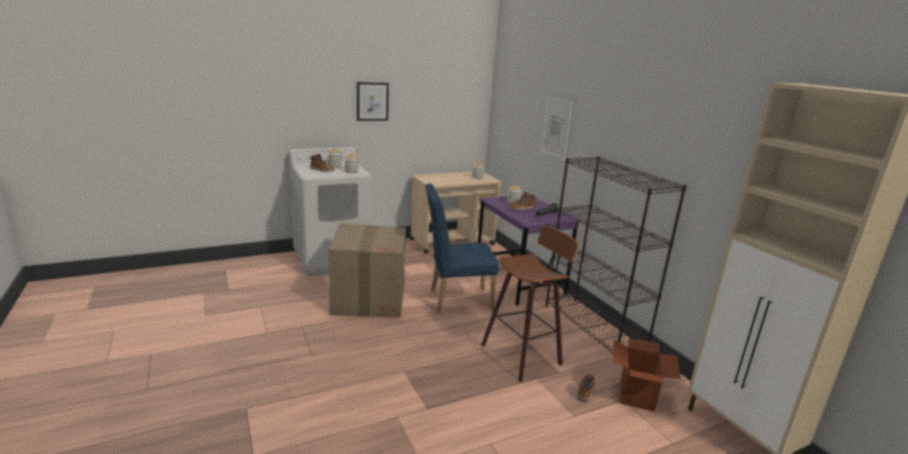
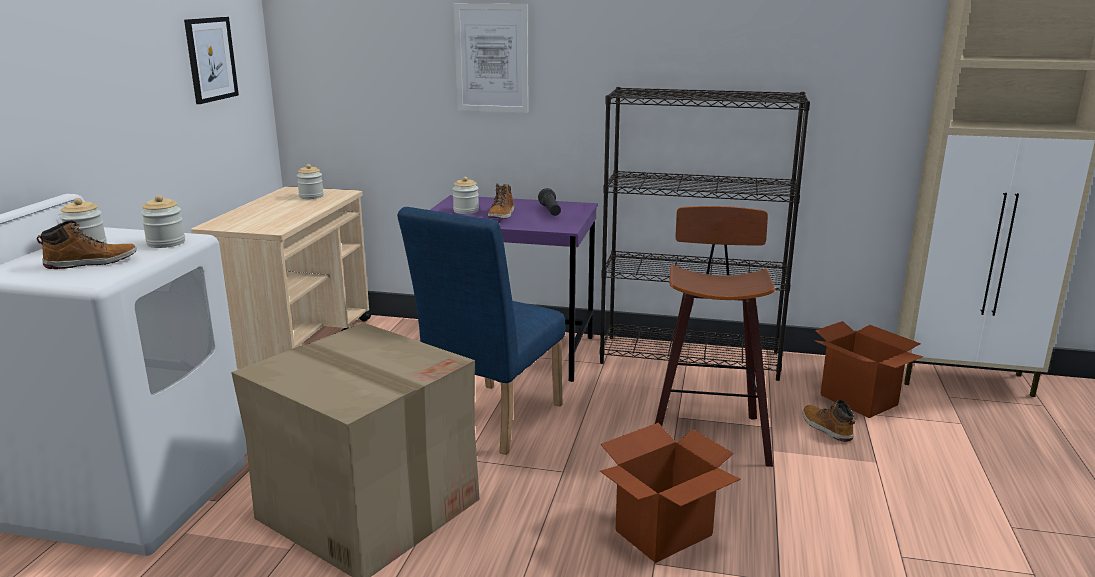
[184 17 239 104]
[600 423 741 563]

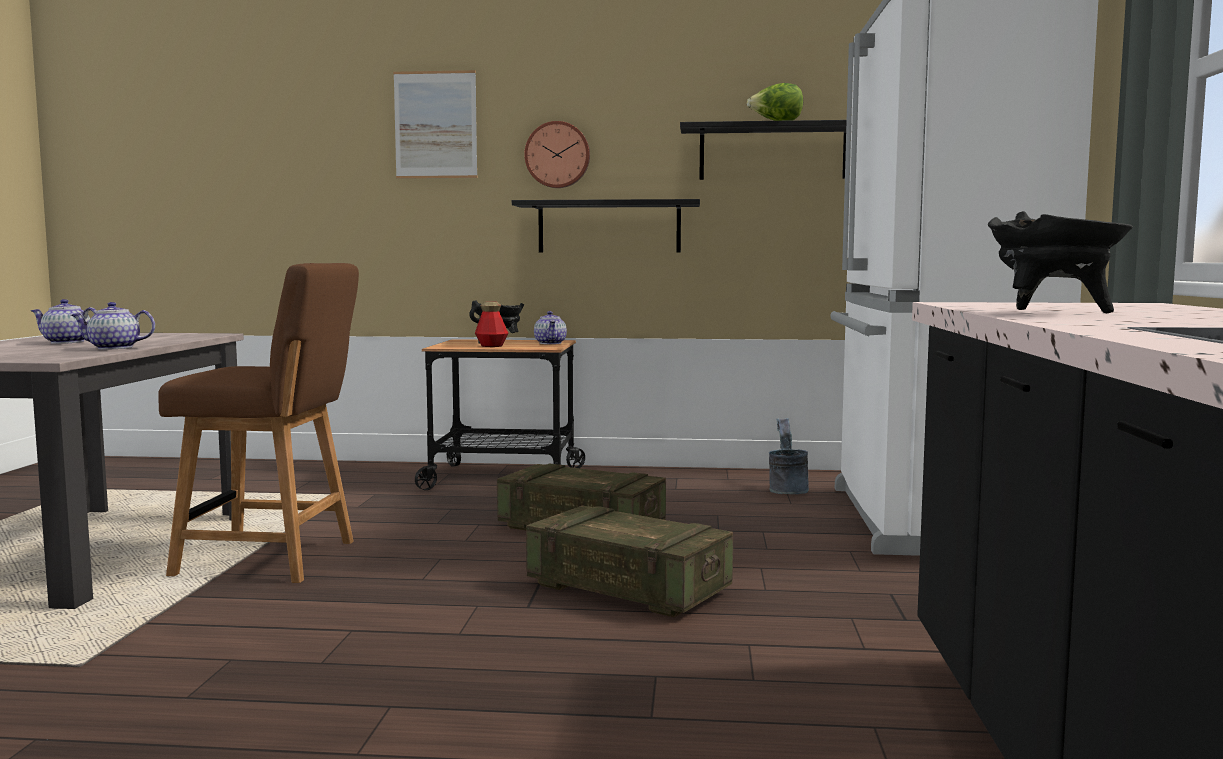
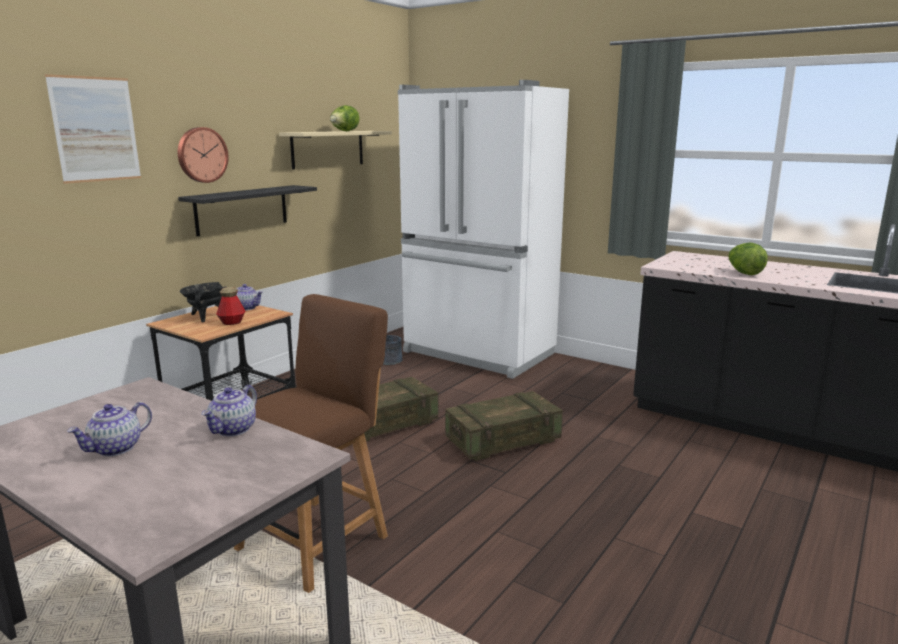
[279 131 392 170]
[728 243 768 275]

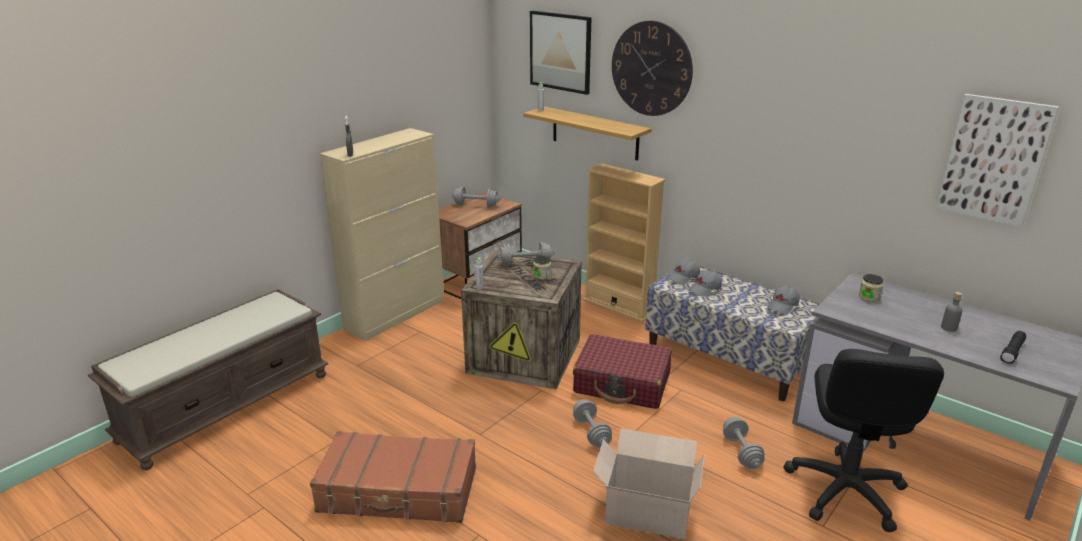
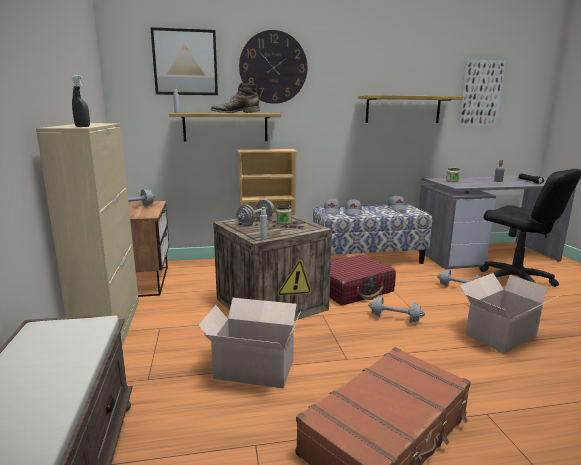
[198 298 301 388]
[210 83 260 113]
[358 95 464 123]

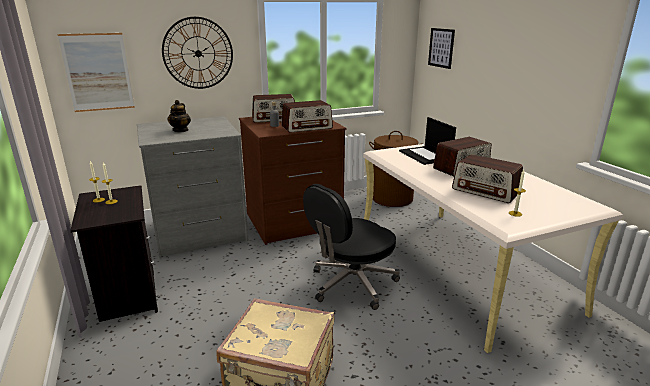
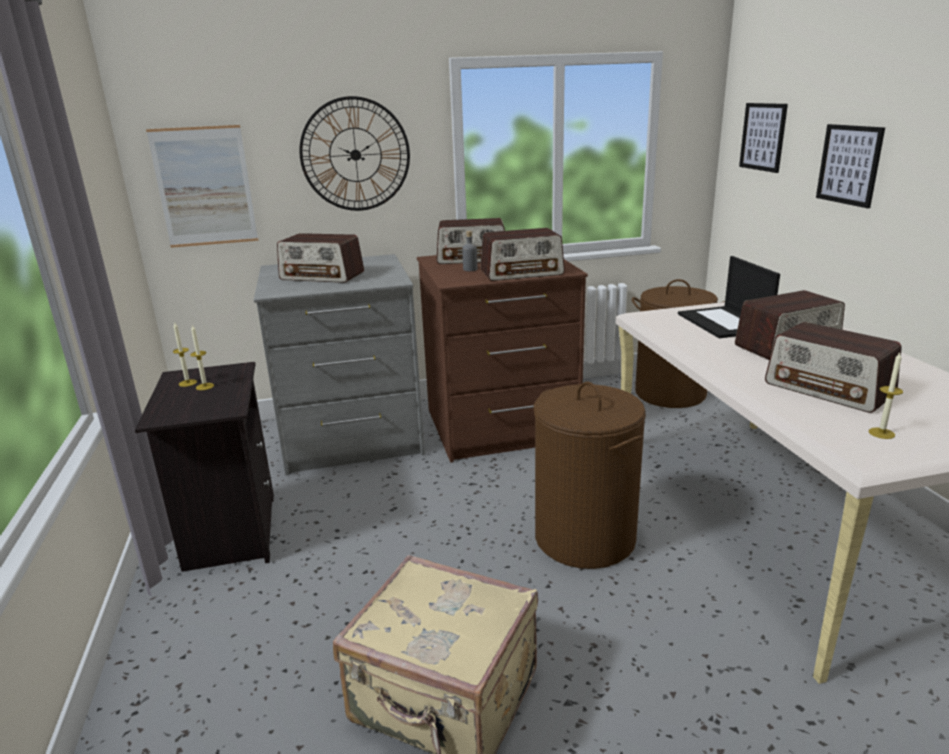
[277 233 364 283]
[534 382 646 569]
[816 124 885 208]

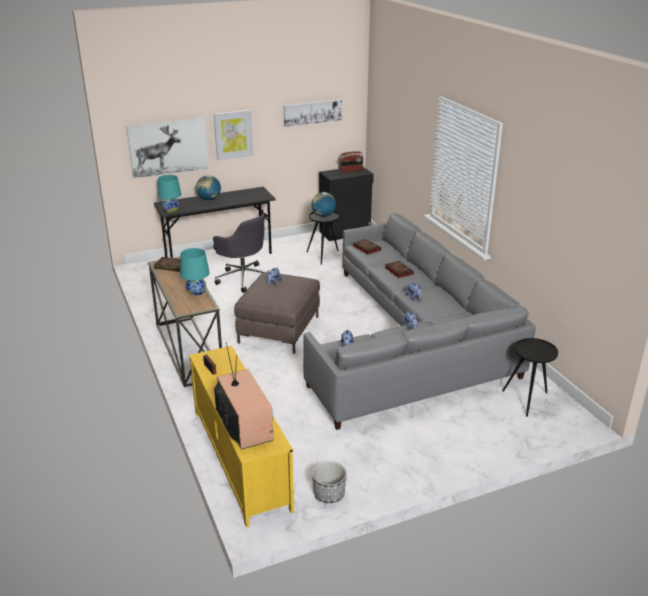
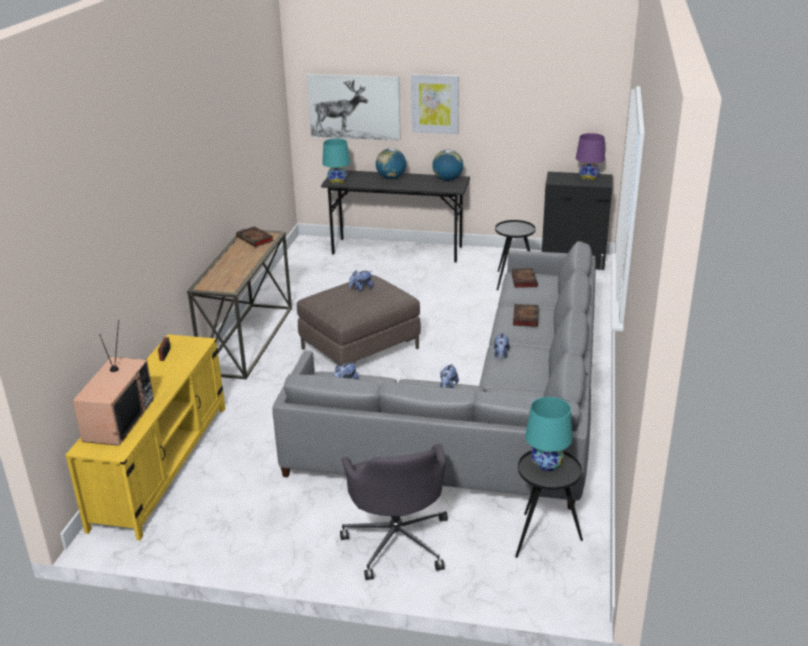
[340 444 448 580]
[432 150 463 181]
[525 397 572 471]
[576 133 605 181]
[284 99 342 127] (first image)
[312 461 347 503] (first image)

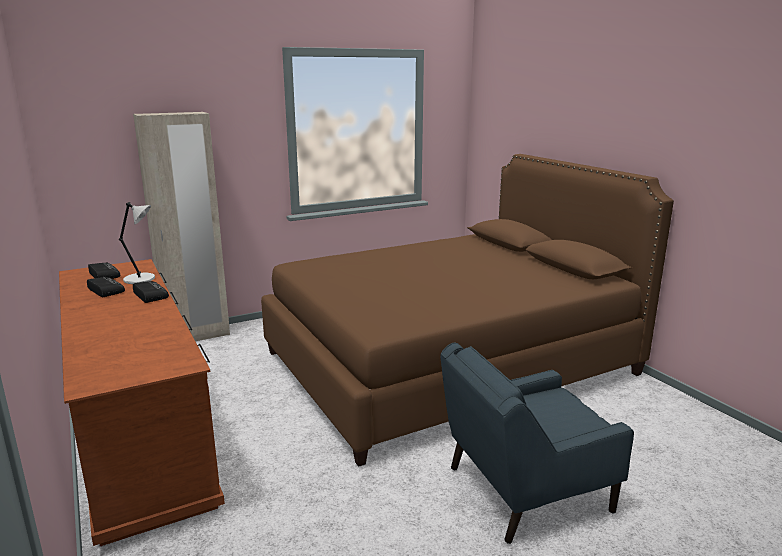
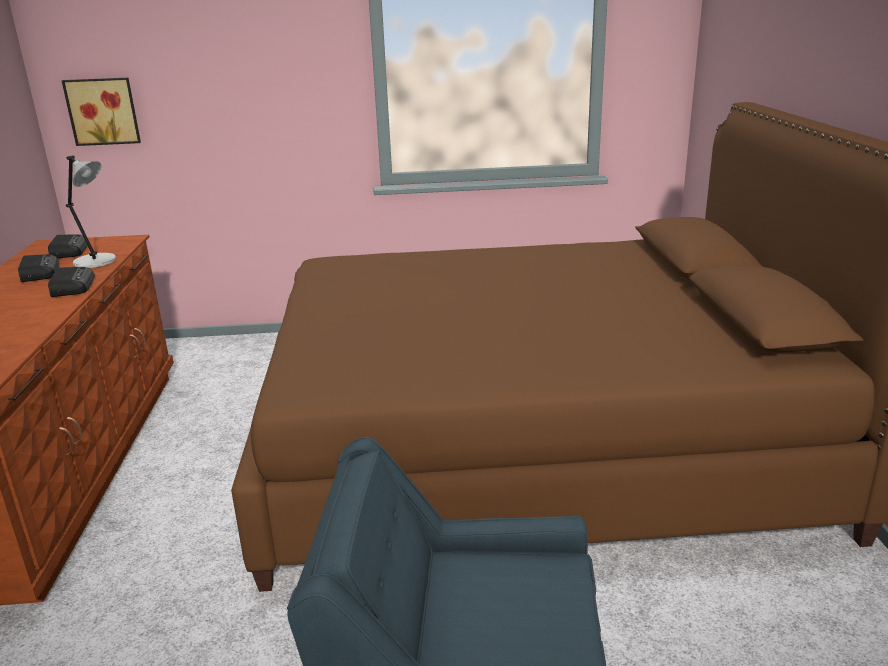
[62 78 141 146]
[133 112 230 341] (first image)

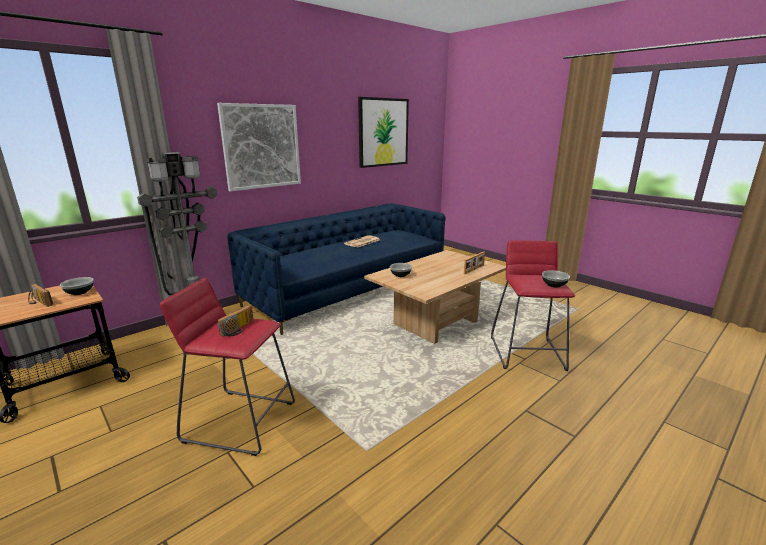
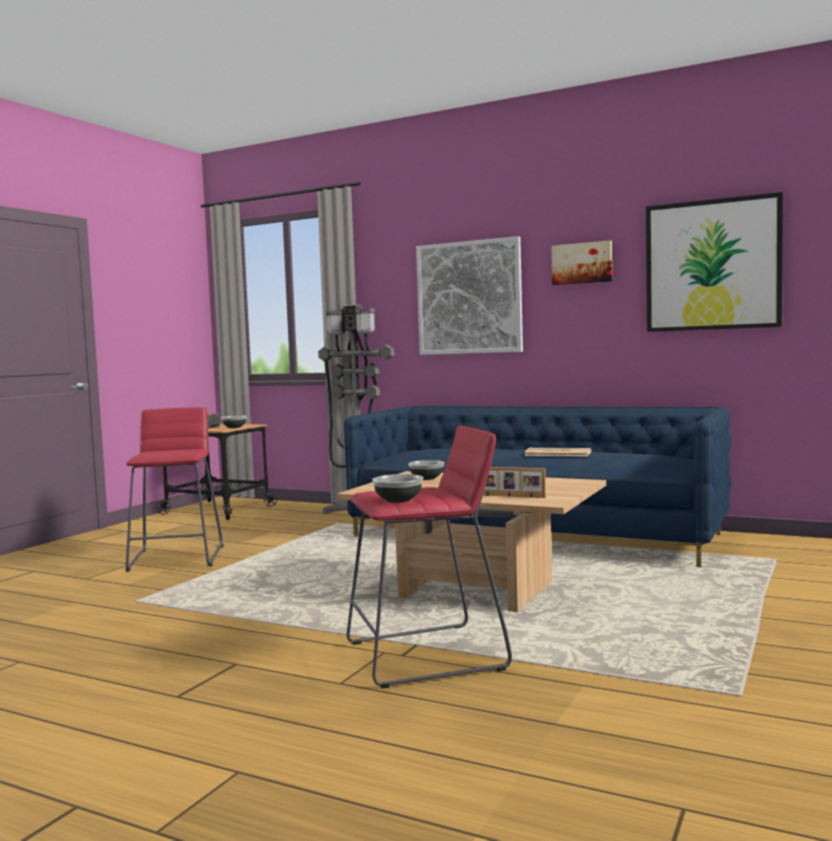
[551 240 612 285]
[218 305 254 337] (first image)

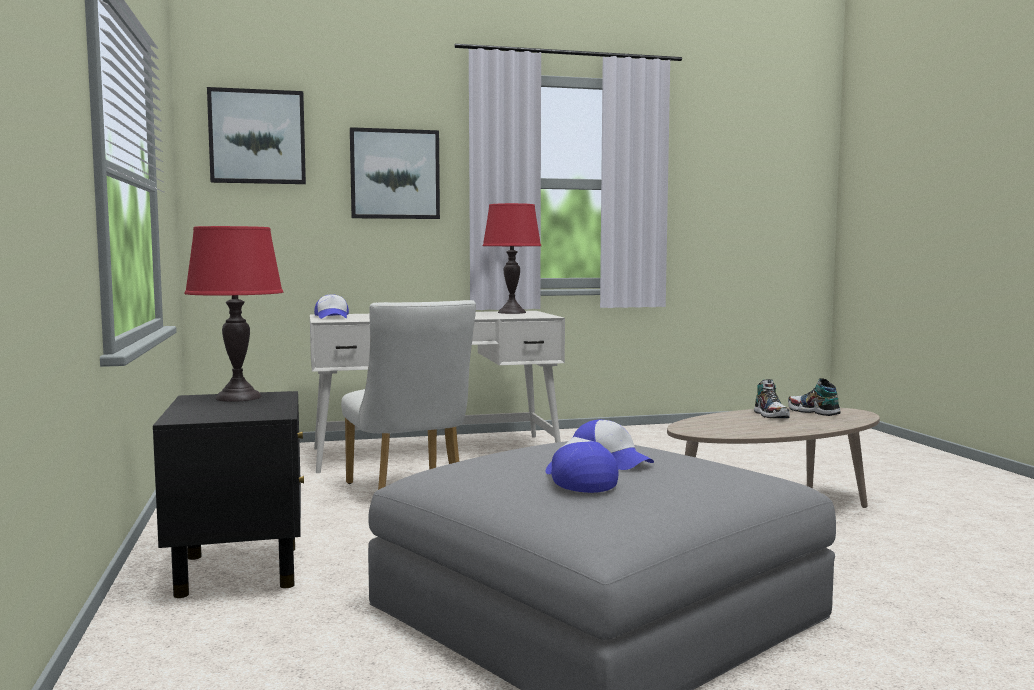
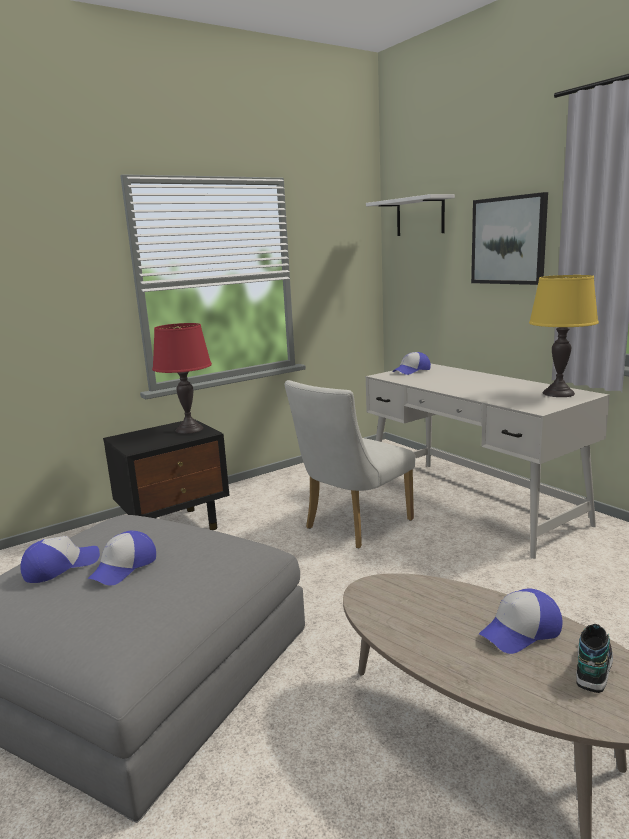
[366 194 455 236]
[479 588 563 654]
[529 275 599 397]

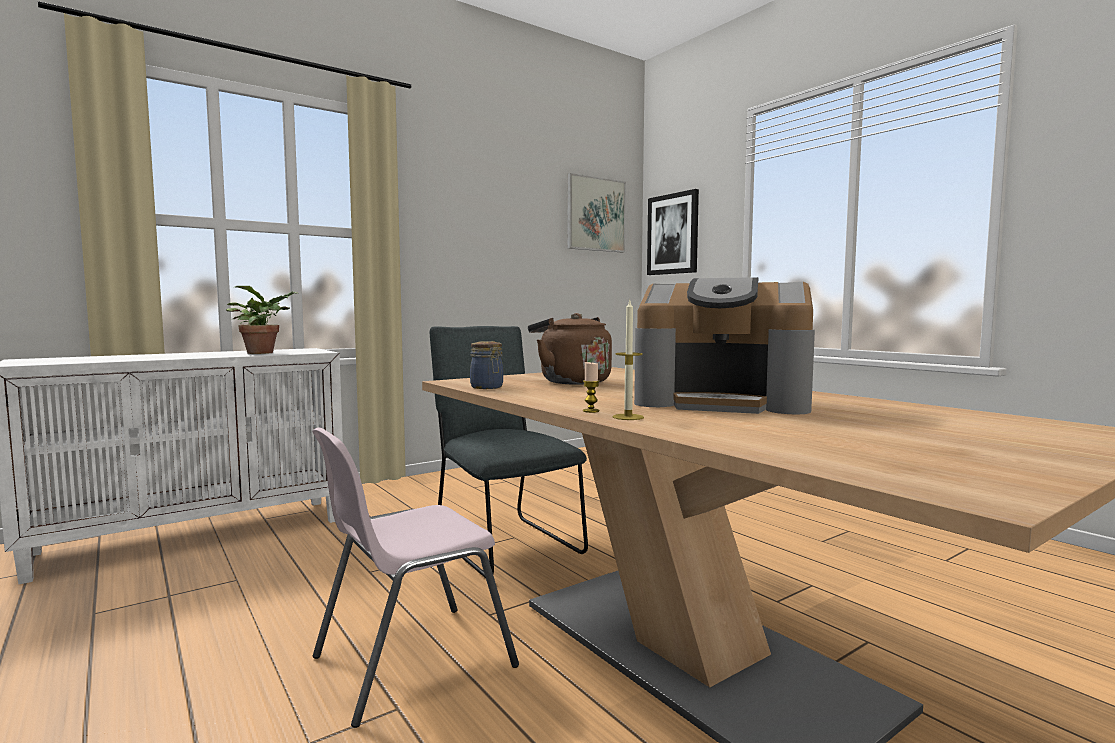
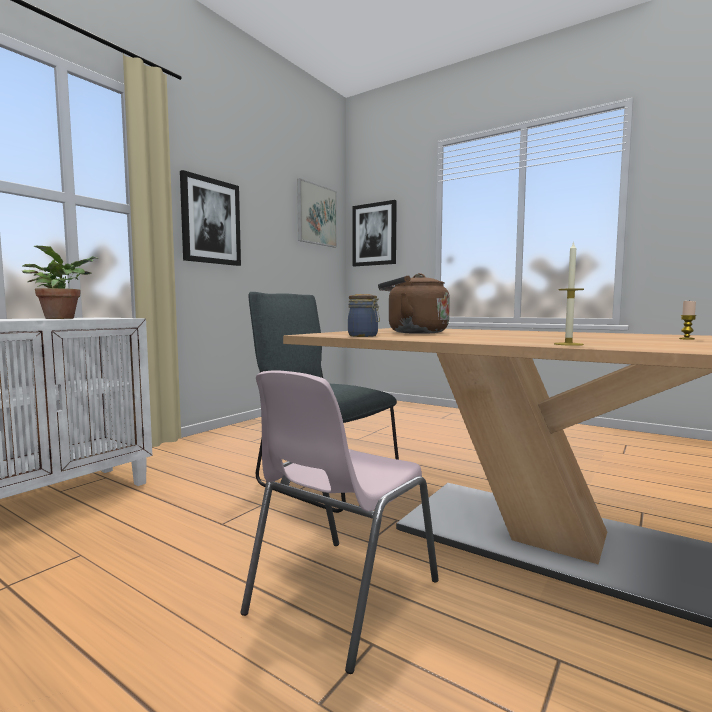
[180 170 241 266]
[679 301 697 340]
[634 277 815 414] (first image)

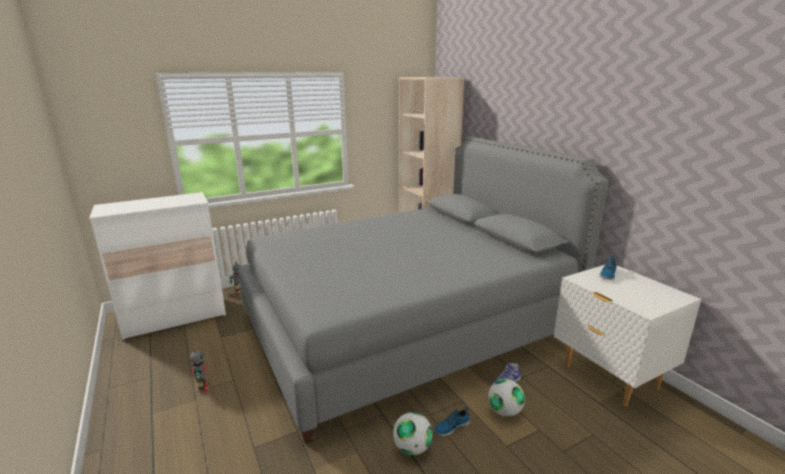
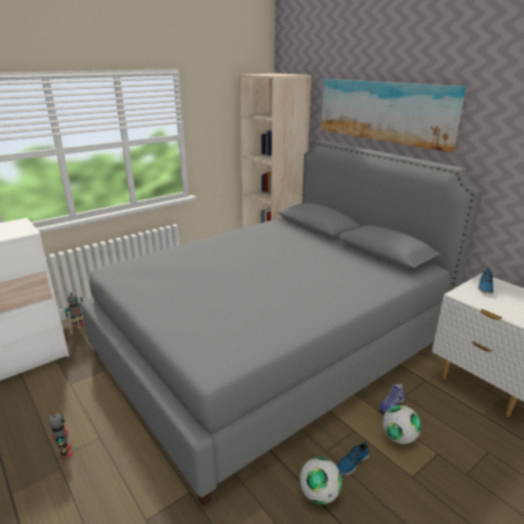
[321 79 466 153]

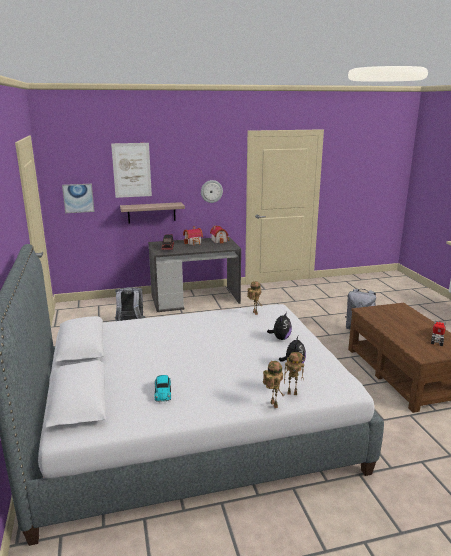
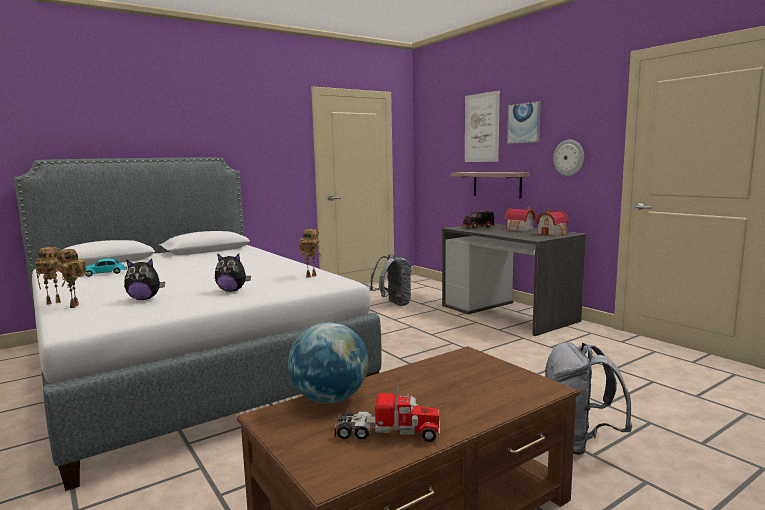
[288 322 368 404]
[507 101 541 144]

